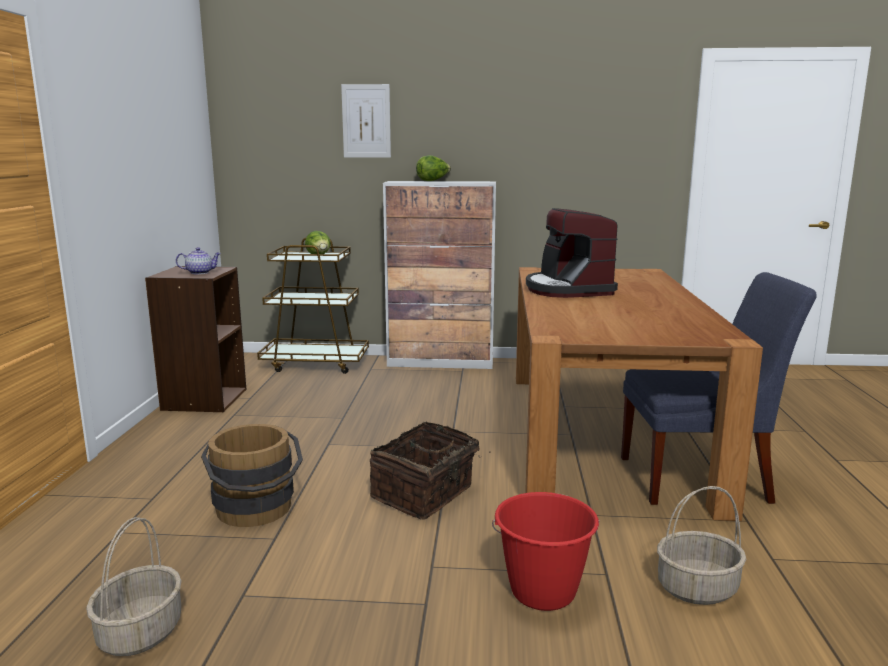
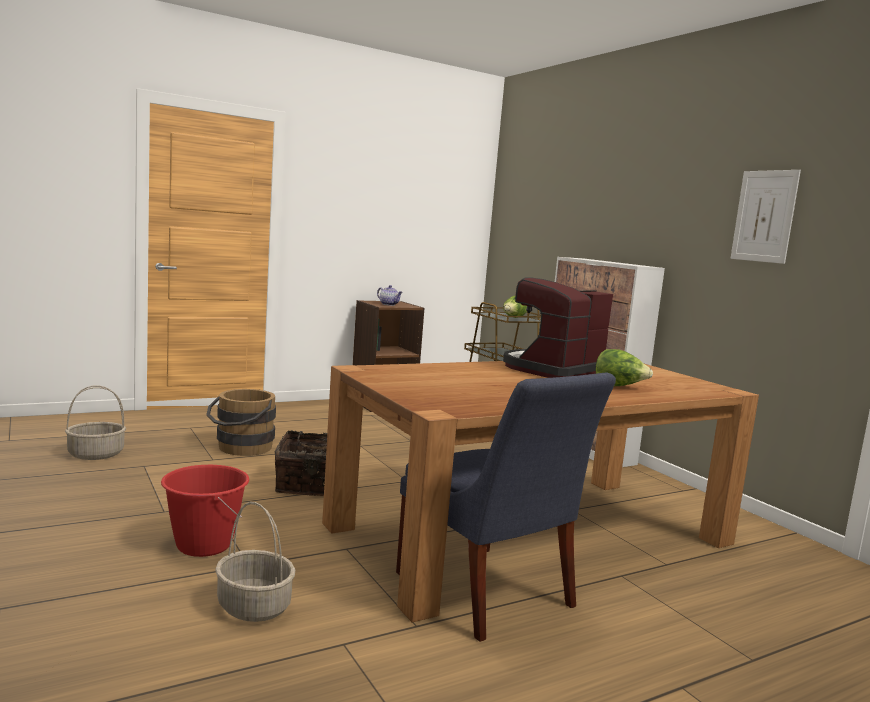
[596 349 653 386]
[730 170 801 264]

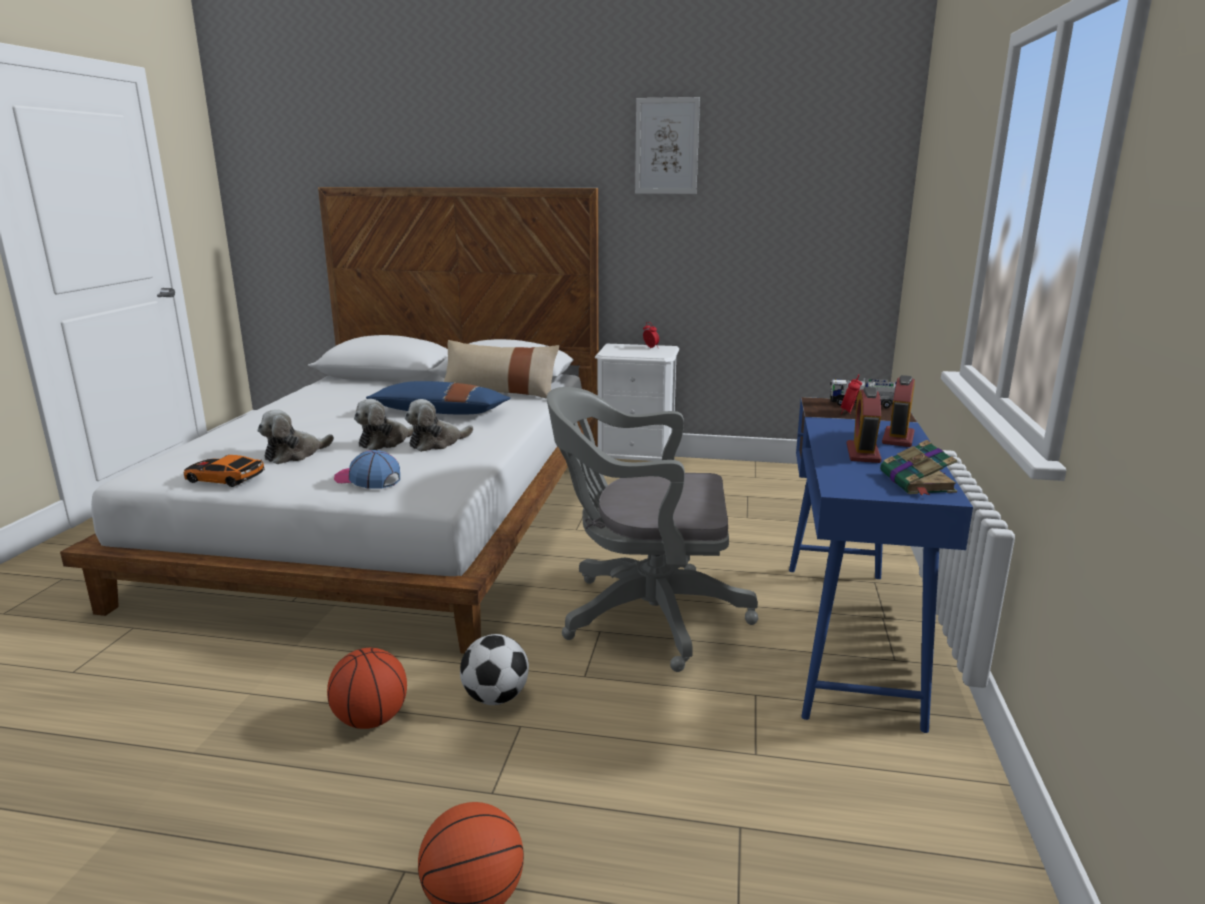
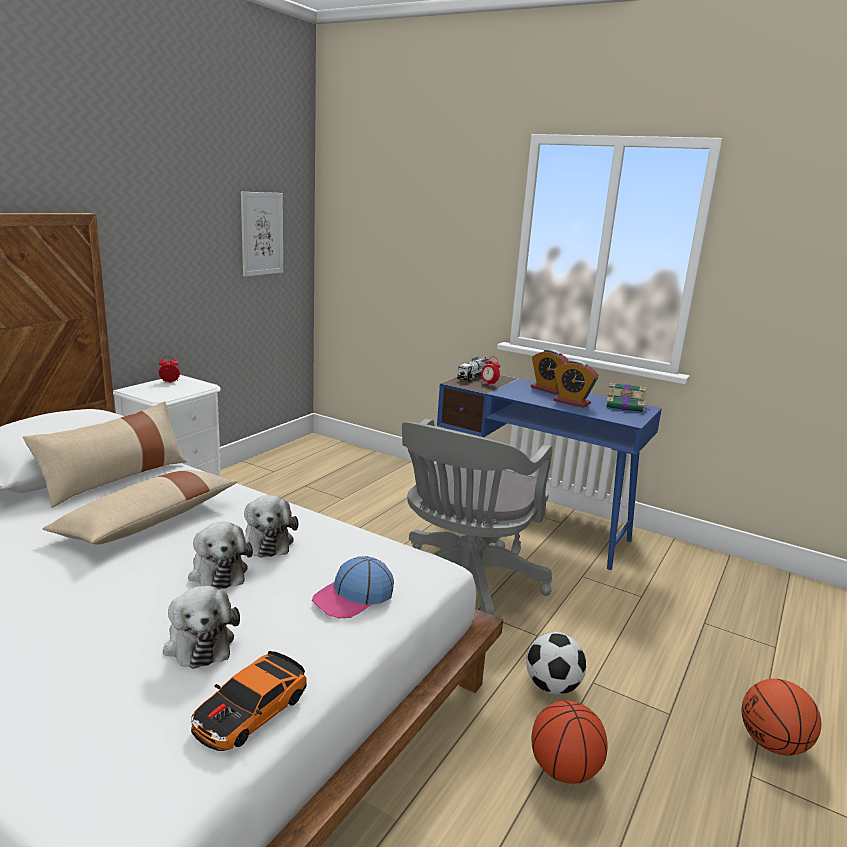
[43 470 237 544]
[241 192 283 276]

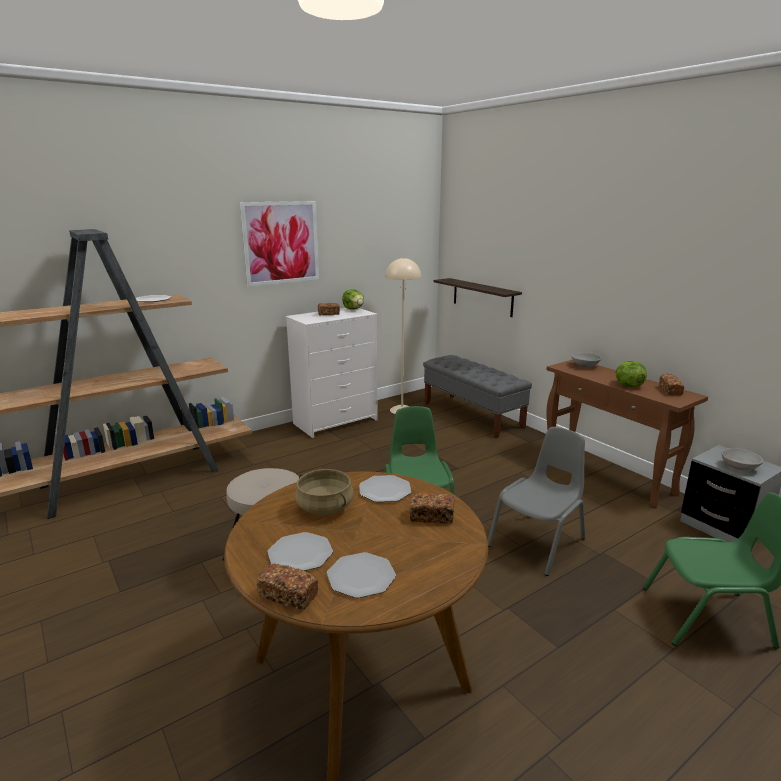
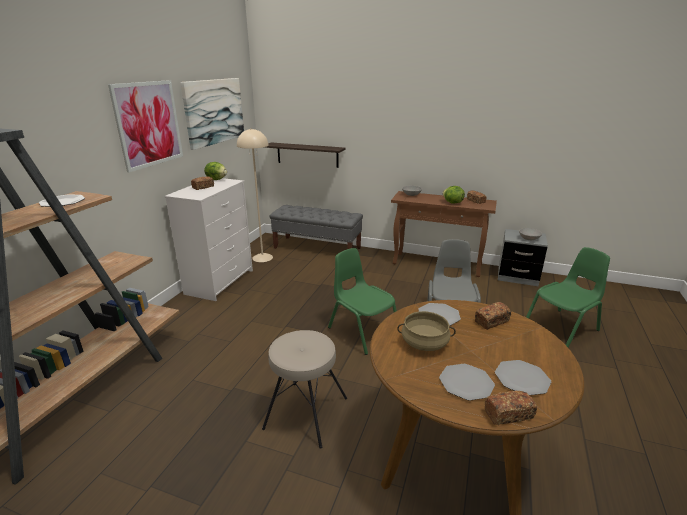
[180 78 244 150]

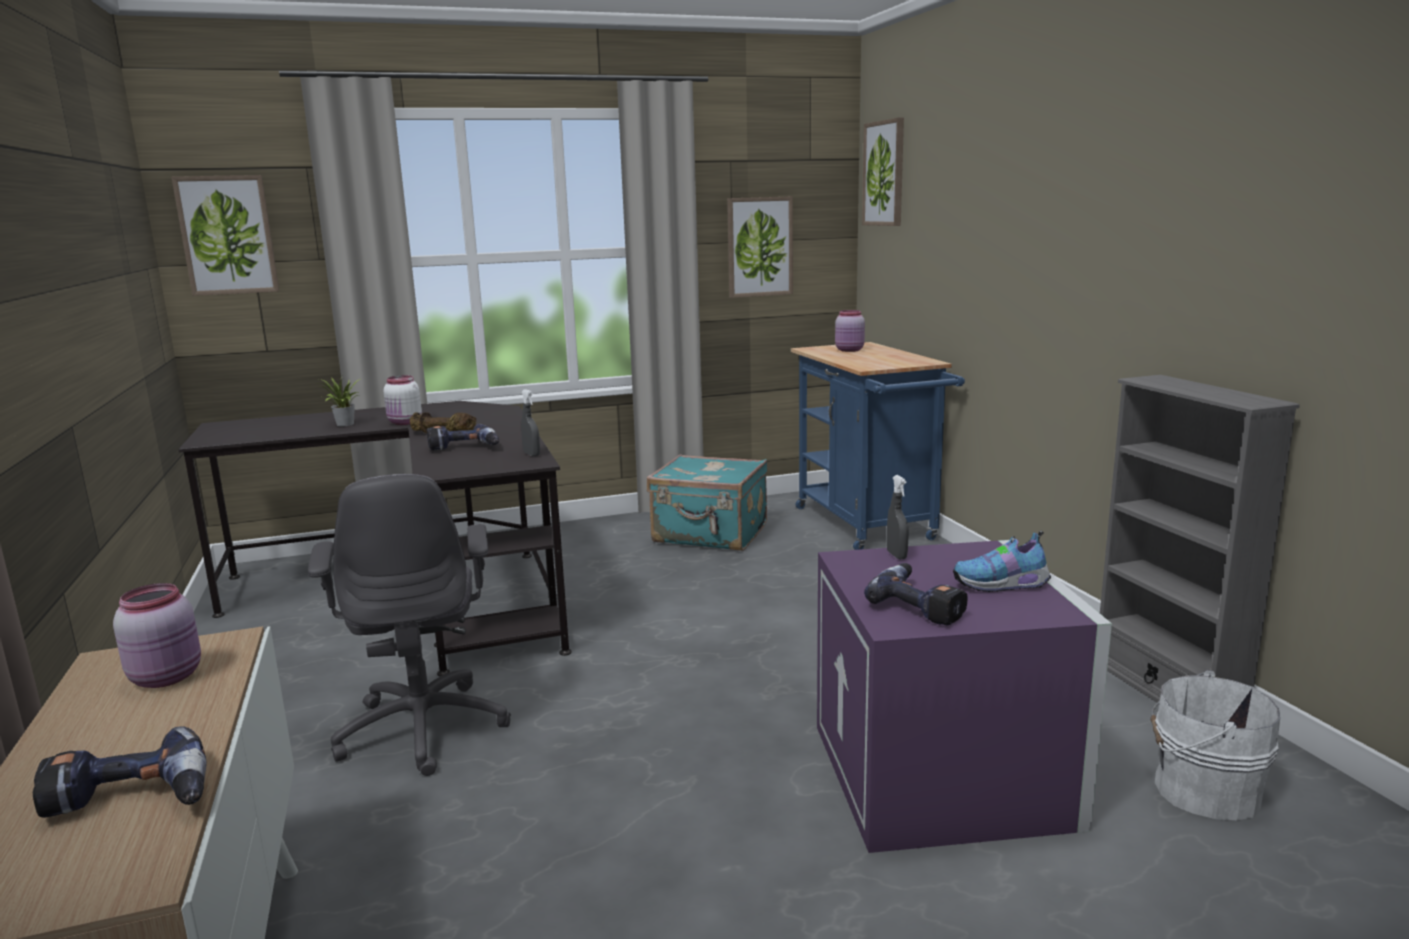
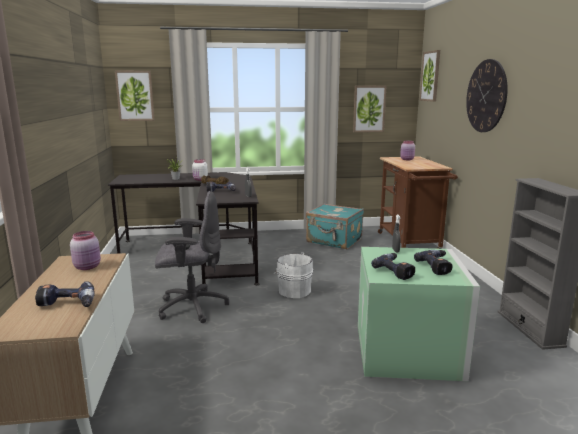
[155 191 229 323]
[273 252 313 298]
[358 247 480 381]
[378 156 458 249]
[414 250 452 275]
[466 59 508 132]

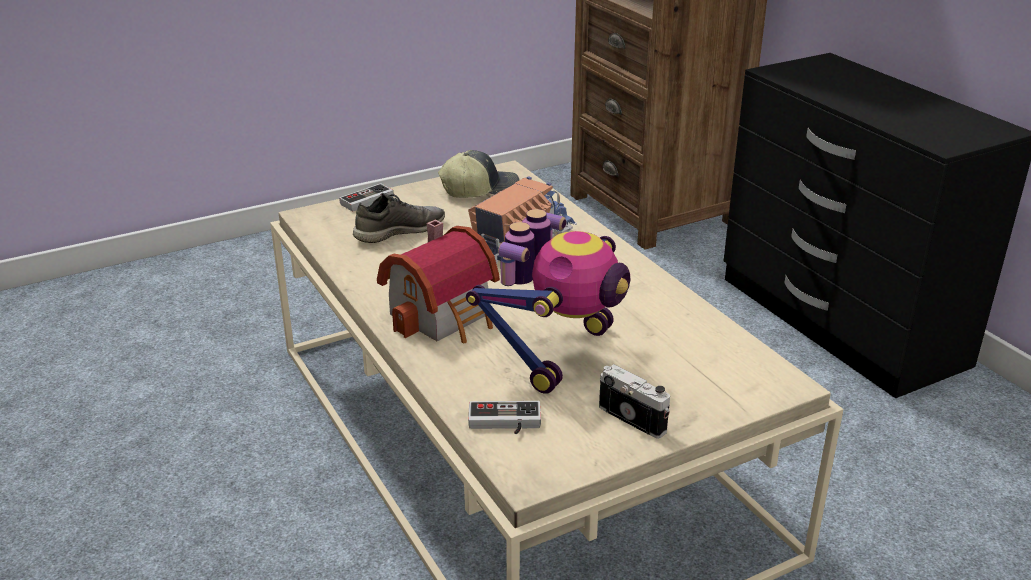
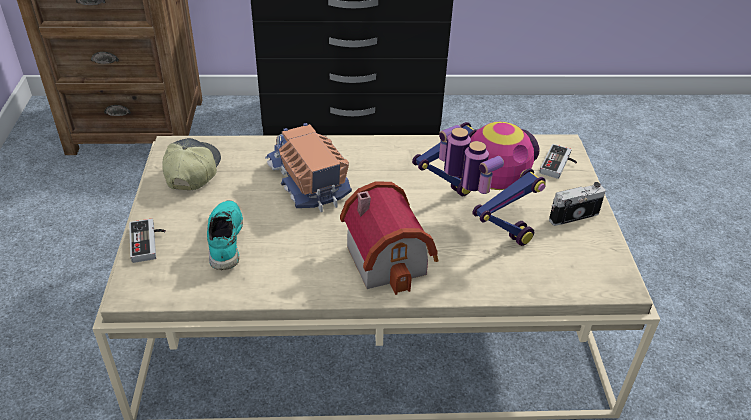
[207 200 243 270]
[540 144 577 179]

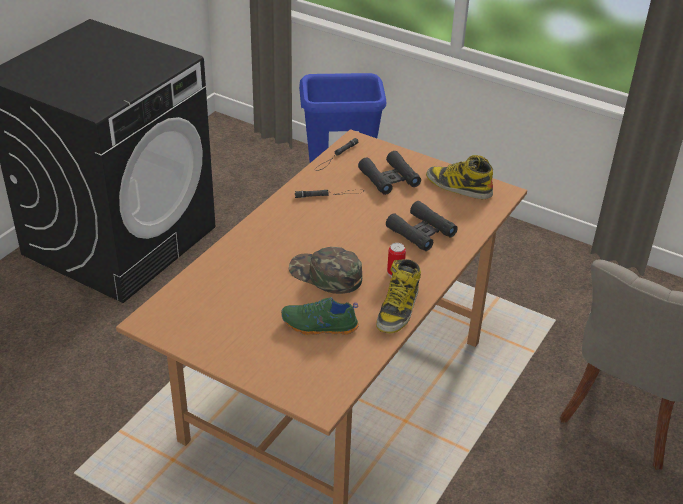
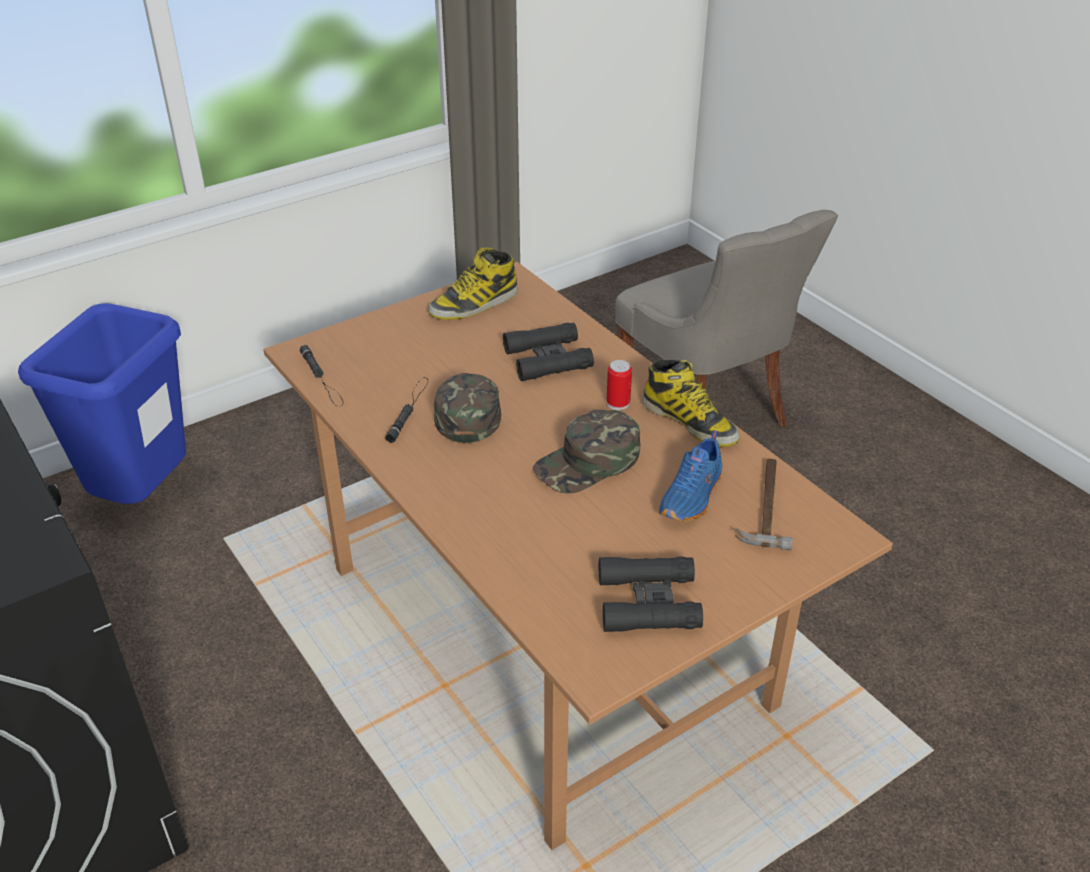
[434 373 501 443]
[599 556 703 632]
[659 430 723 522]
[735 459 793 551]

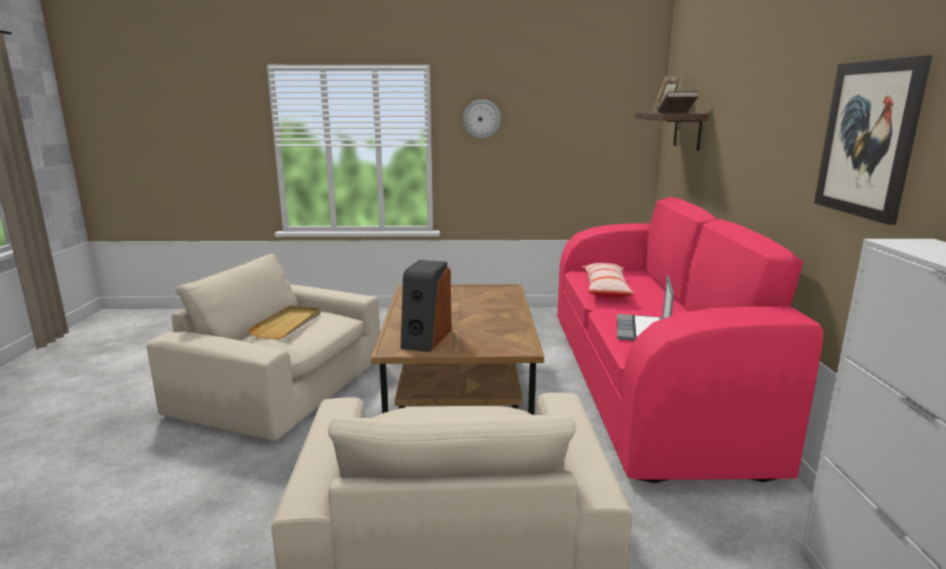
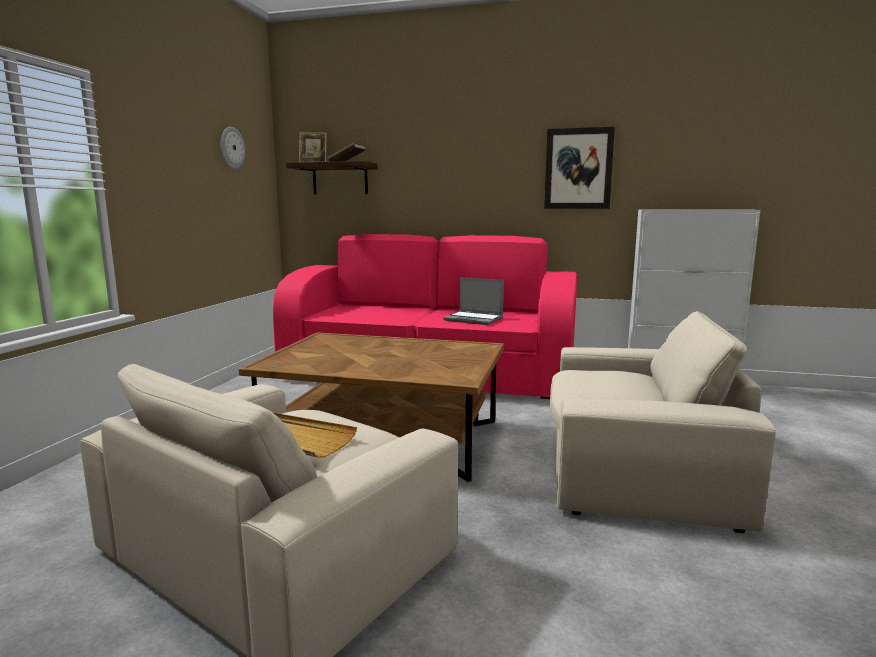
[221 127 245 169]
[400 260 451 352] (first image)
[582 263 635 298] (first image)

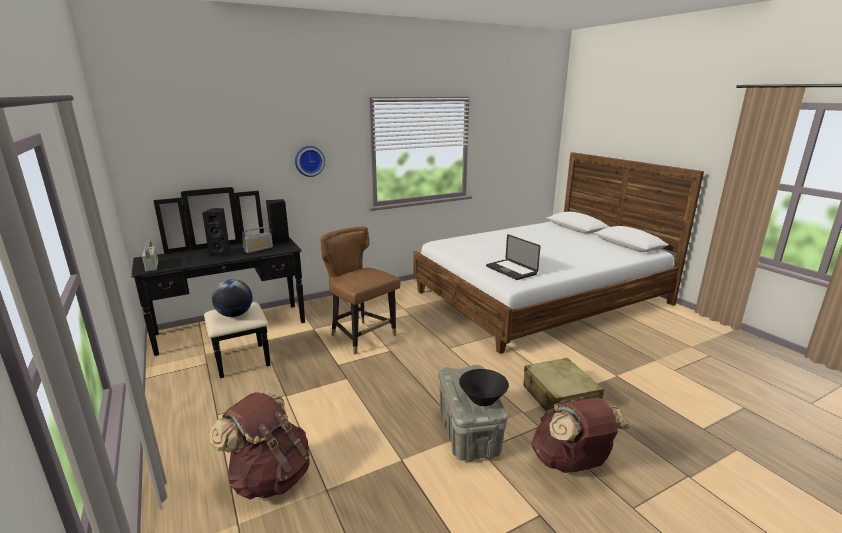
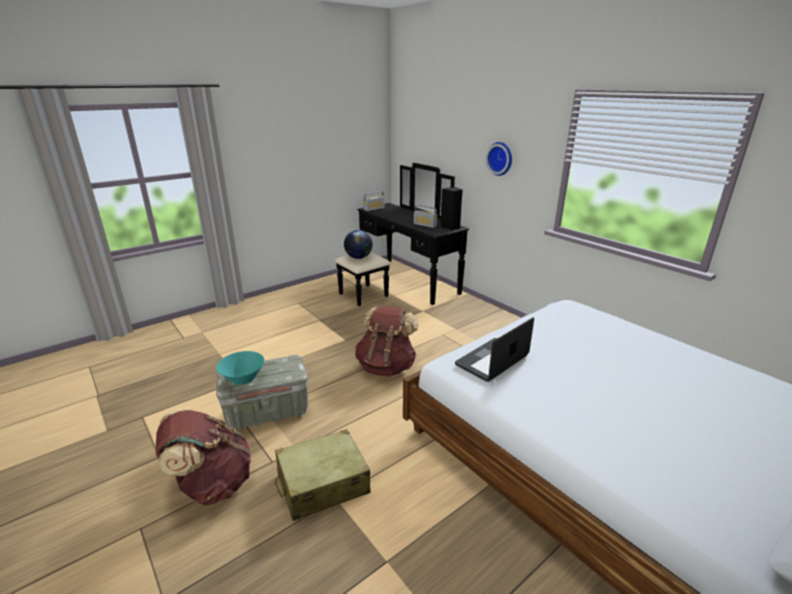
[216 351 264 385]
[355 305 419 377]
[202 208 230 257] (first image)
[320 226 400 354] (first image)

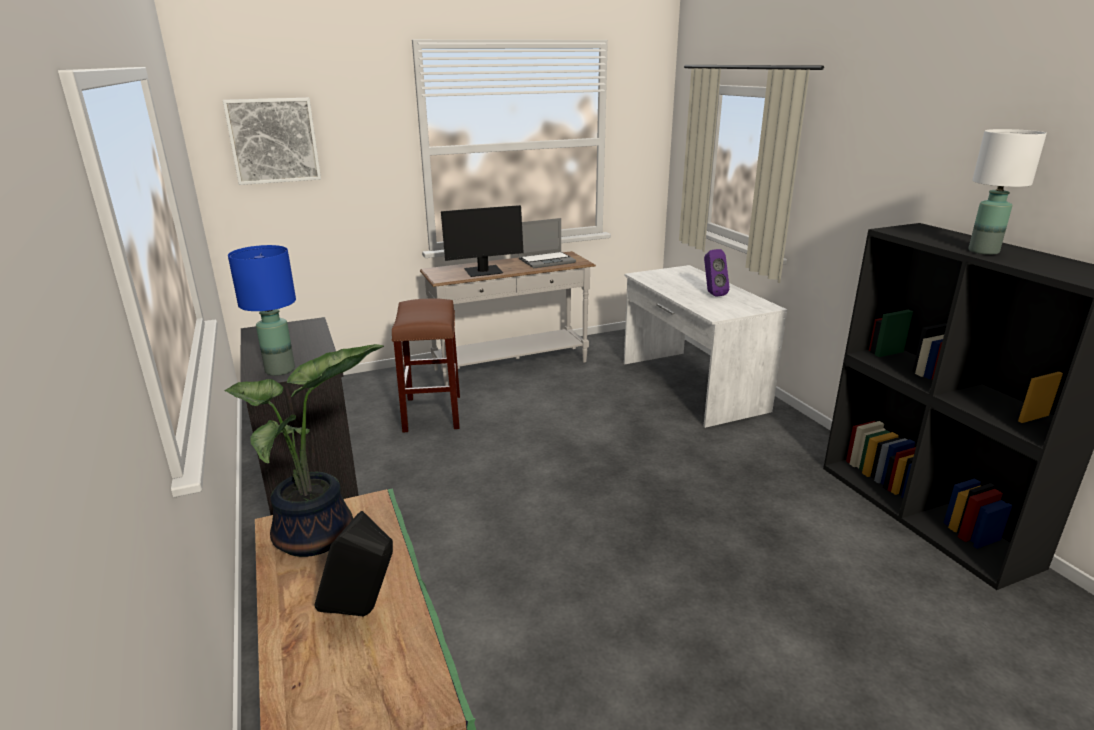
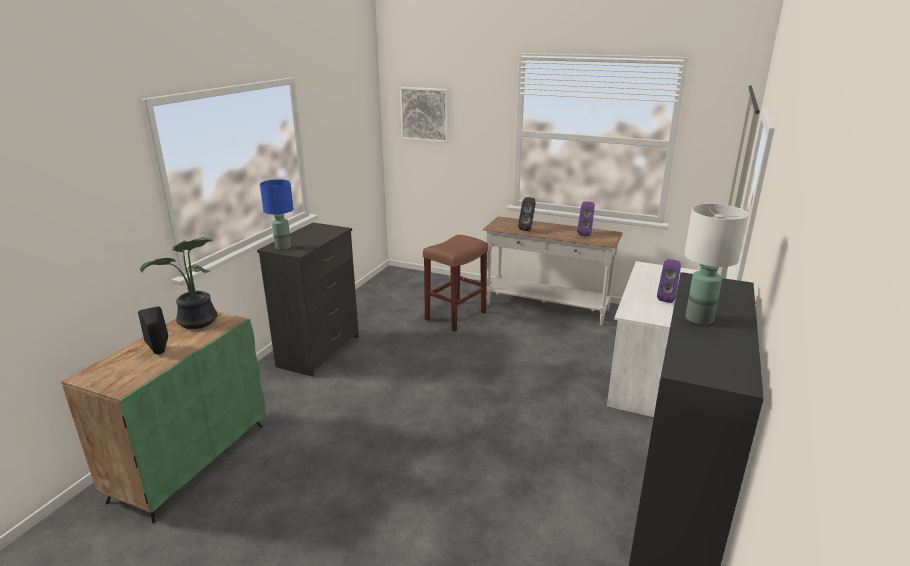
[518 197 535 231]
[577 201 595 236]

